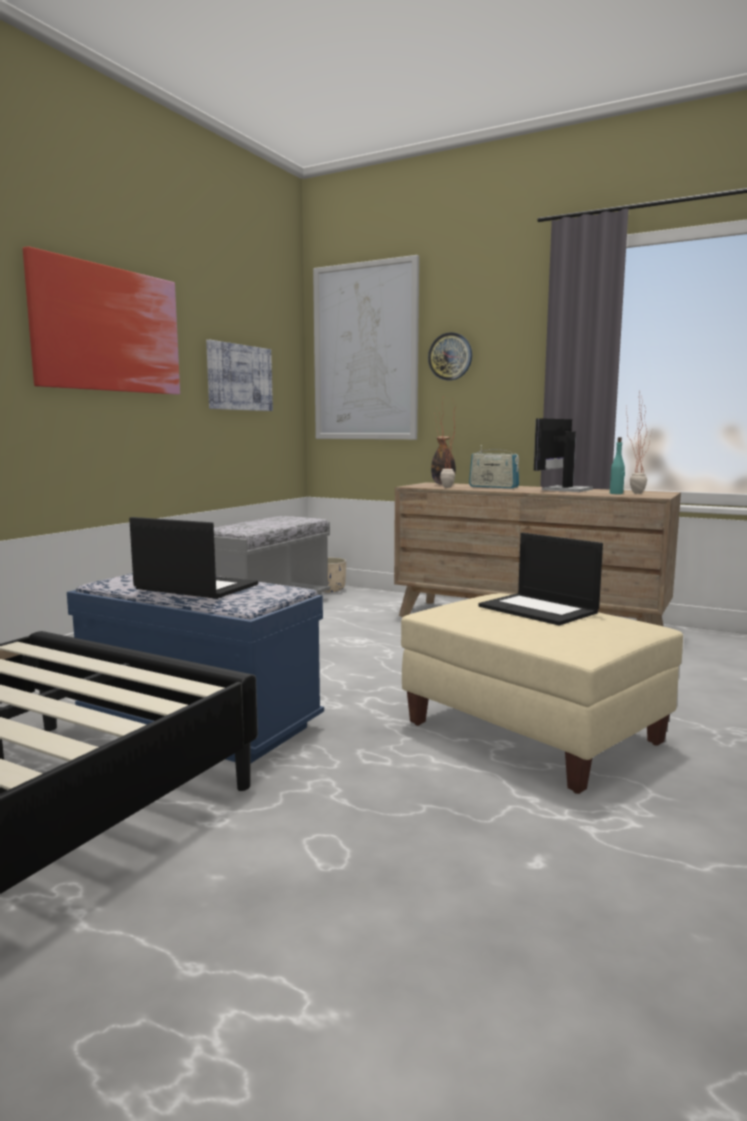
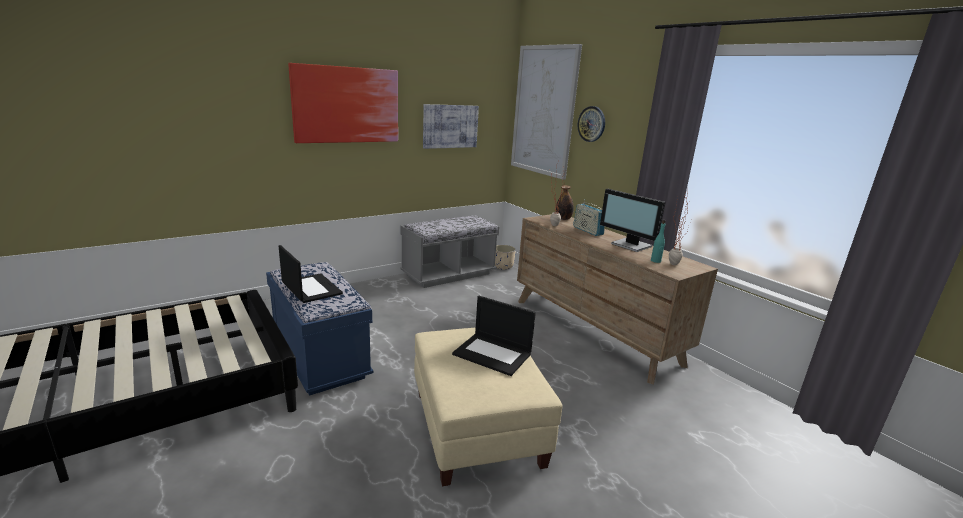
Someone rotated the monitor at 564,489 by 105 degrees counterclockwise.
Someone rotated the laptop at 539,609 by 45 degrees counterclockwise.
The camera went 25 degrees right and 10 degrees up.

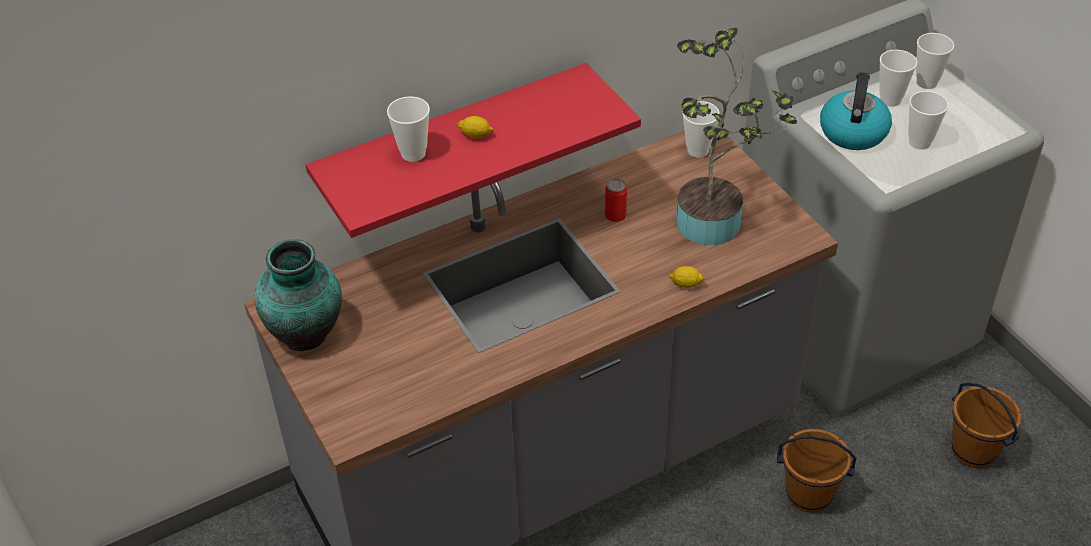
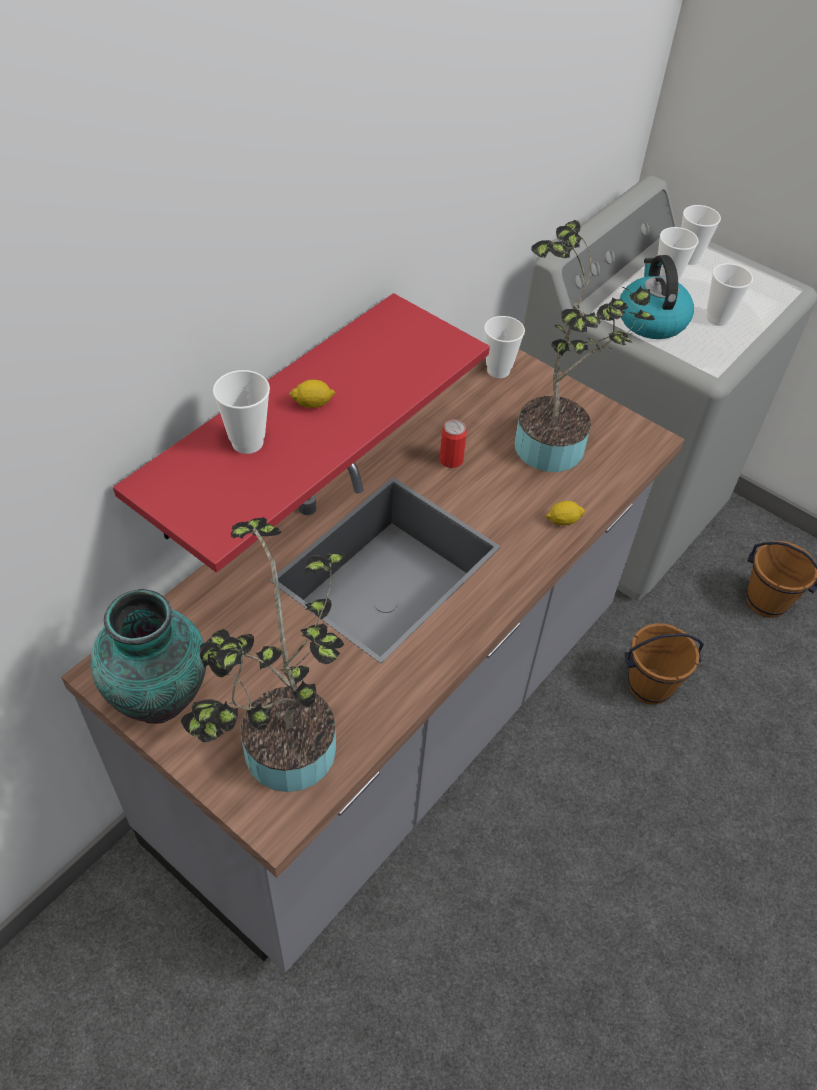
Someone put down the potted plant at 283,758.
The camera went 25 degrees left and 5 degrees up.

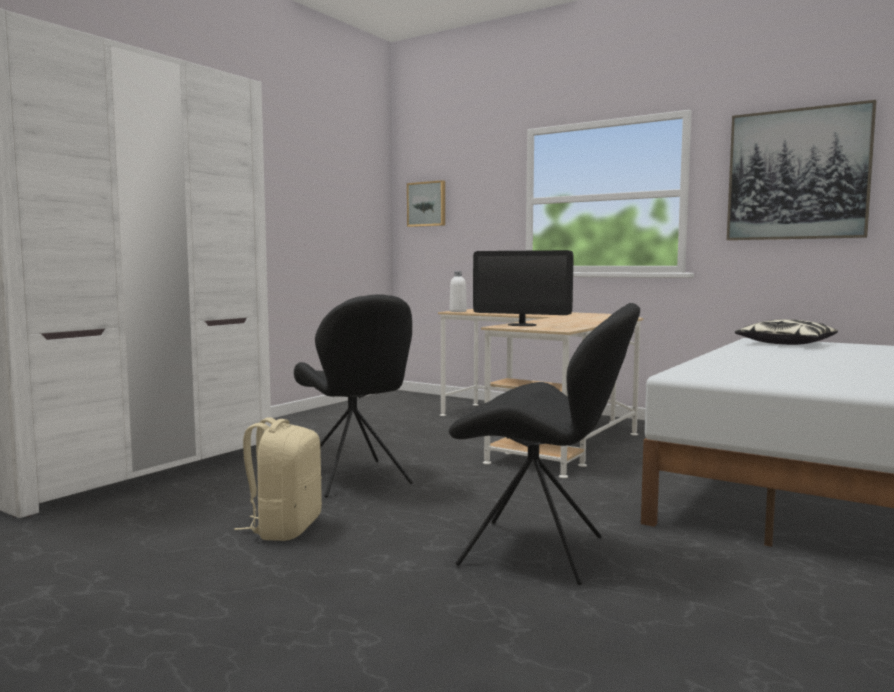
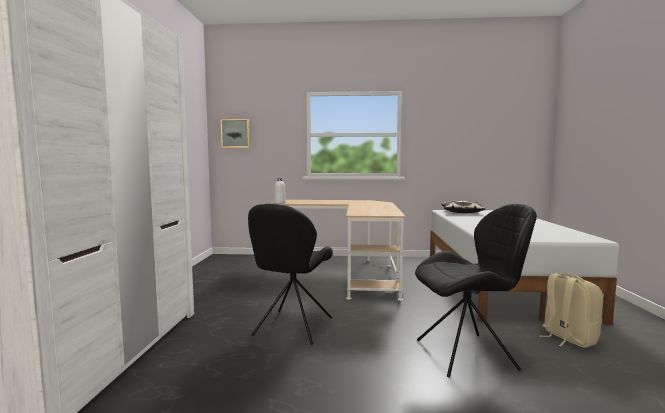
Someone took away the picture at 797,174.
Someone took away the monitor at 522,325.
Someone rotated the black chair at 355,480 by 75 degrees clockwise.
Someone carried the beige backpack from 284,528 to 568,338.
The camera went 30 degrees left and 0 degrees up.

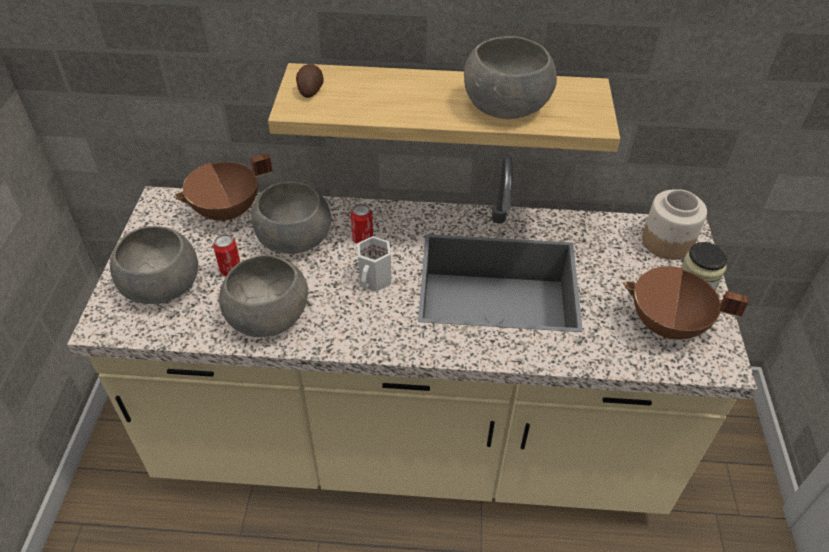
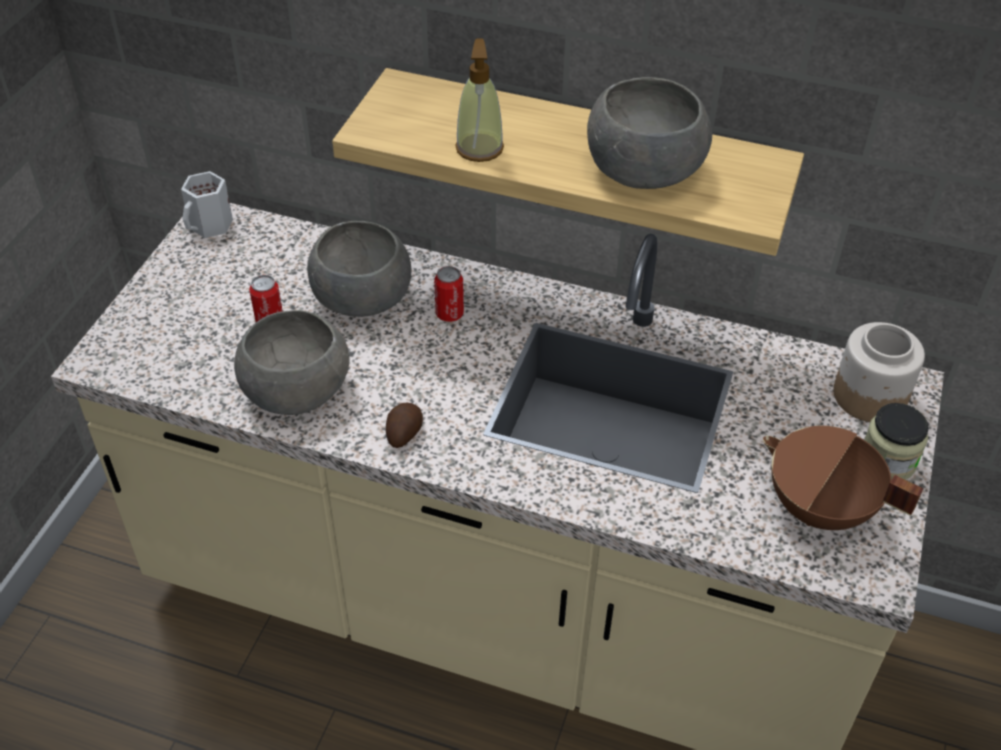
Someone carried the potato from 310,90 to 403,433.
Someone took away the brown cooking pot at 227,212.
Someone took away the grey bowl at 160,286.
Someone carried the white mug from 375,280 to 211,225.
Someone put down the soap dispenser at 479,148.
The camera went 15 degrees right and 0 degrees up.

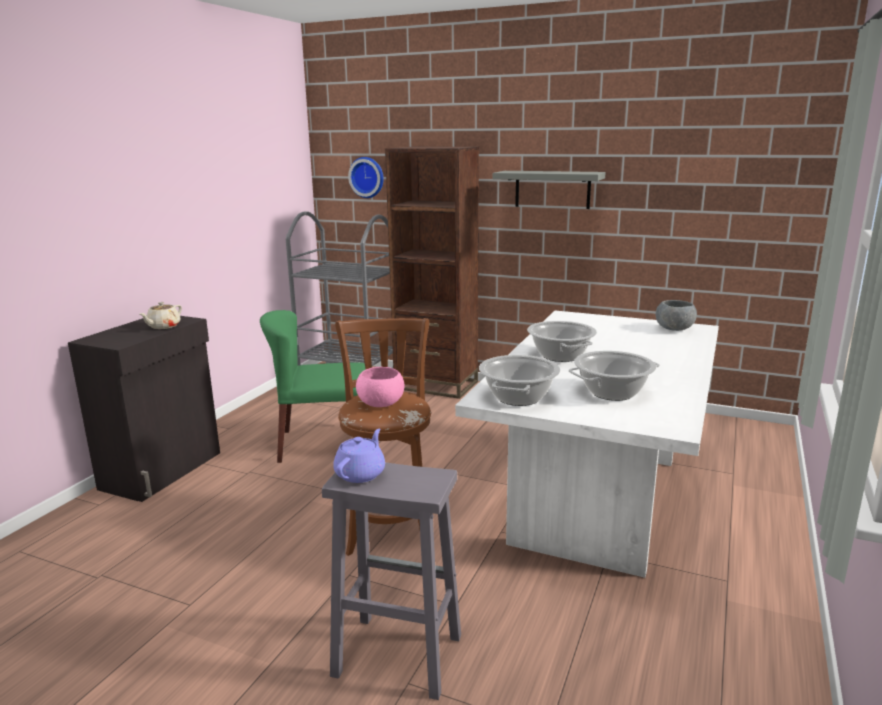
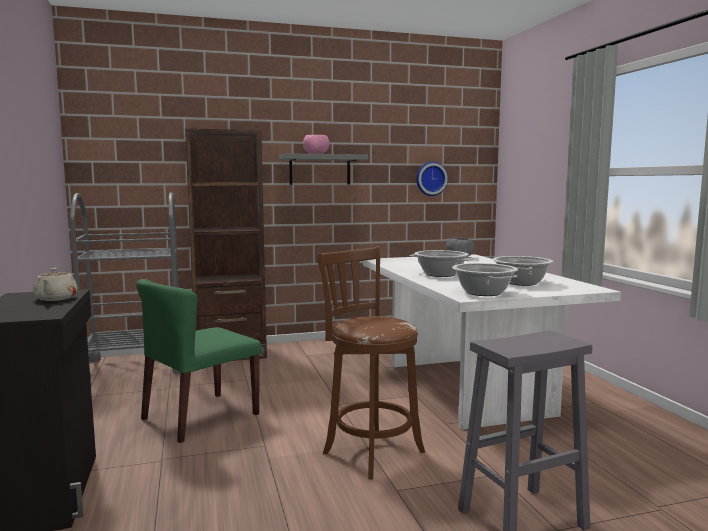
Someone carried the wall clock from 367,177 to 430,178.
Someone carried the pink bowl from 380,403 to 316,154.
Someone took away the purple teapot at 361,473.
The camera went 40 degrees left and 10 degrees down.

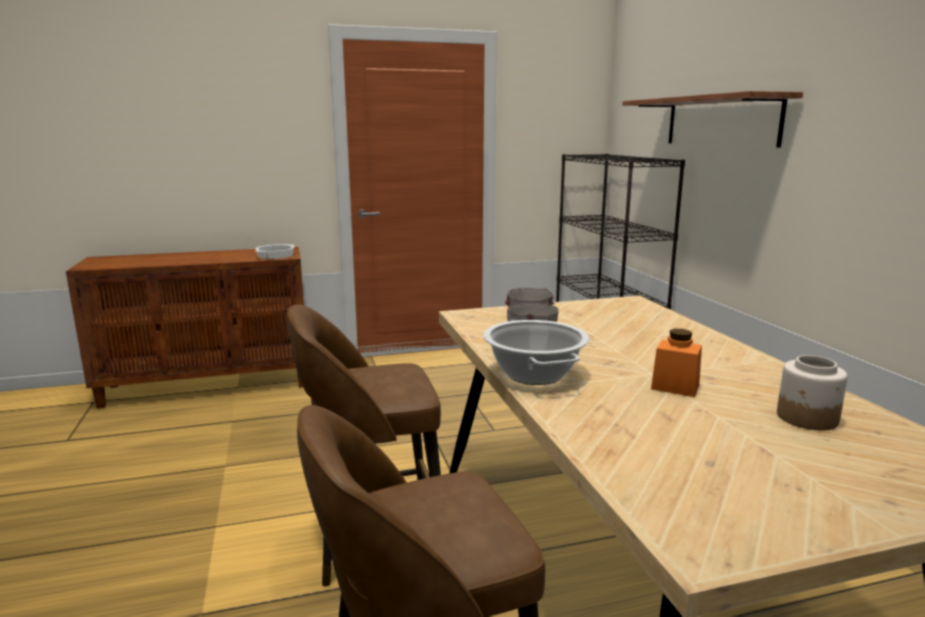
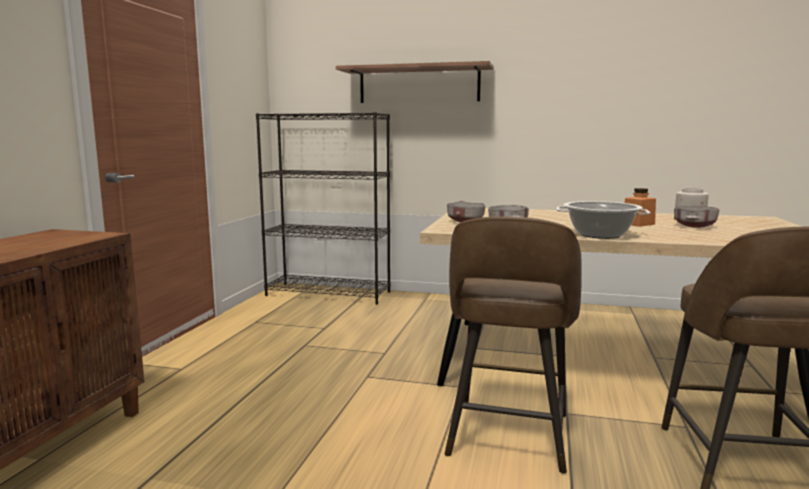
Someone took away the cooking pot at 275,255.
Someone put down the grey bowl at 694,226.
The camera went 60 degrees left and 5 degrees down.

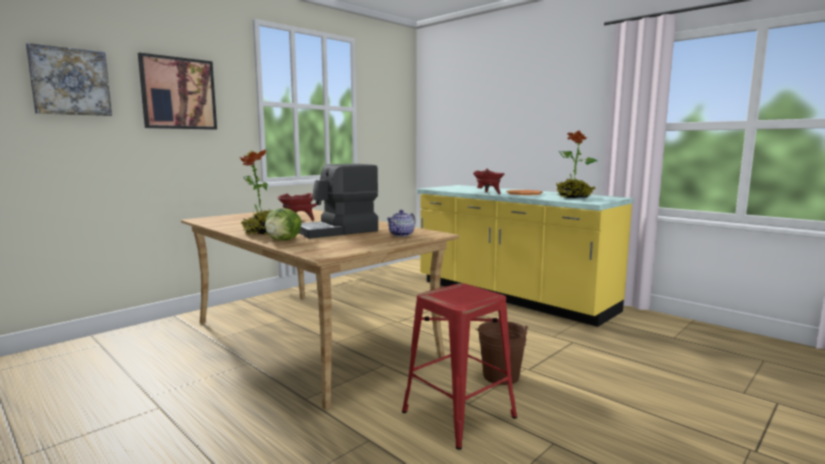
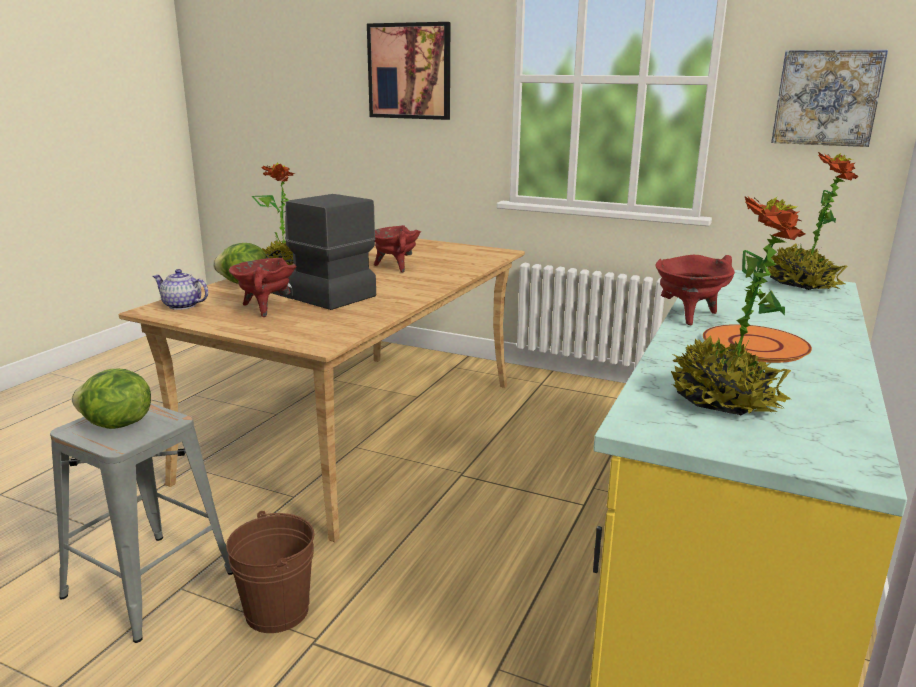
Someone carried the picture from 70,82 to 826,98.
Someone carried the teapot from 402,234 to 182,306.
Someone repainted the red stool at 459,414, which became the grey stool at 148,585.
Someone put down the potted plant at 801,285.
Someone put down the red cooking pot at 265,308.
Someone put down the lettuce at 116,425.
The camera went 70 degrees right and 10 degrees up.

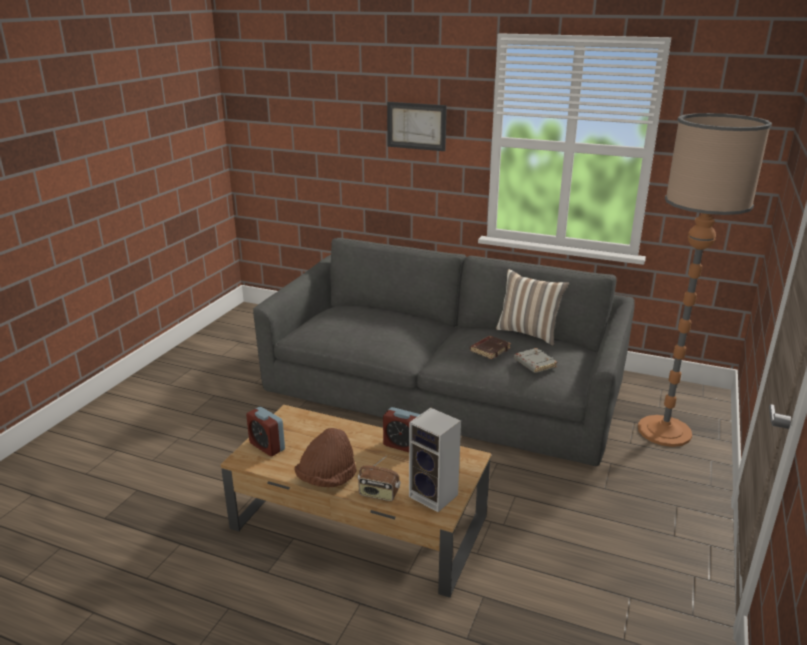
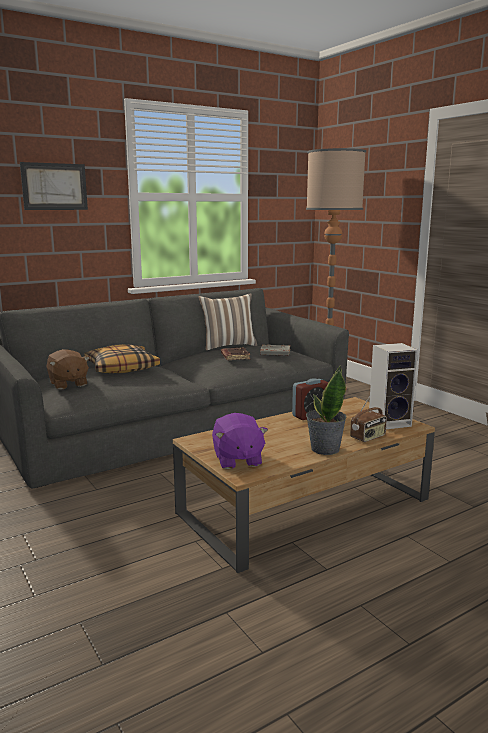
Someone swapped the alarm clock at 267,446 for the purple plush toy at 237,460.
Someone swapped the brown hat at 327,479 for the potted plant at 324,449.
Someone put down the pillow at 121,368.
Someone put down the brown plush toy at 68,384.
The camera went 55 degrees left and 10 degrees down.

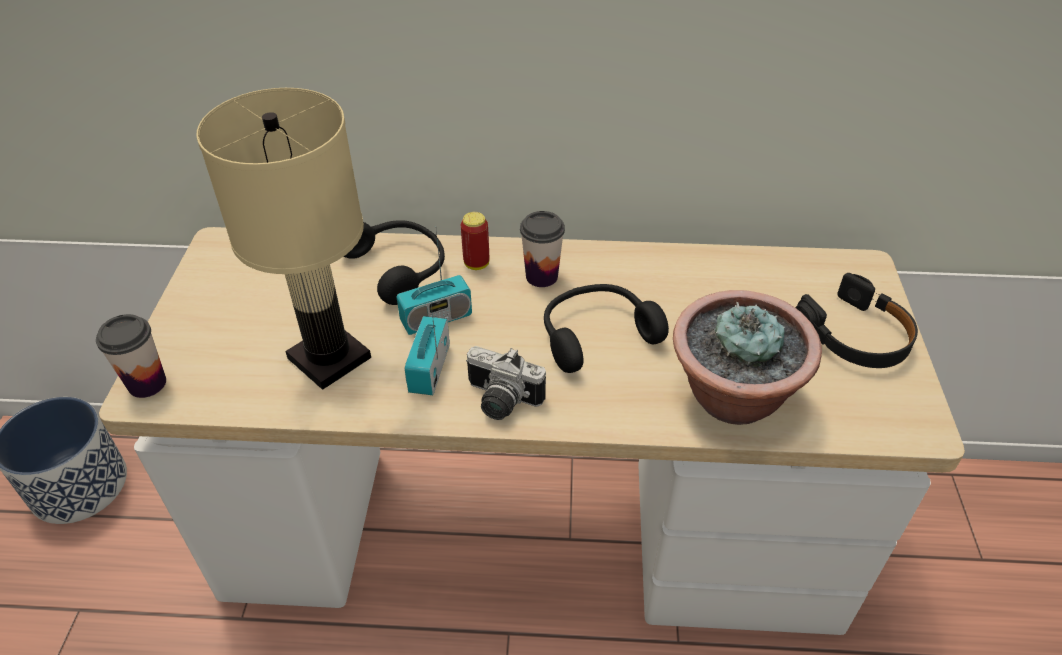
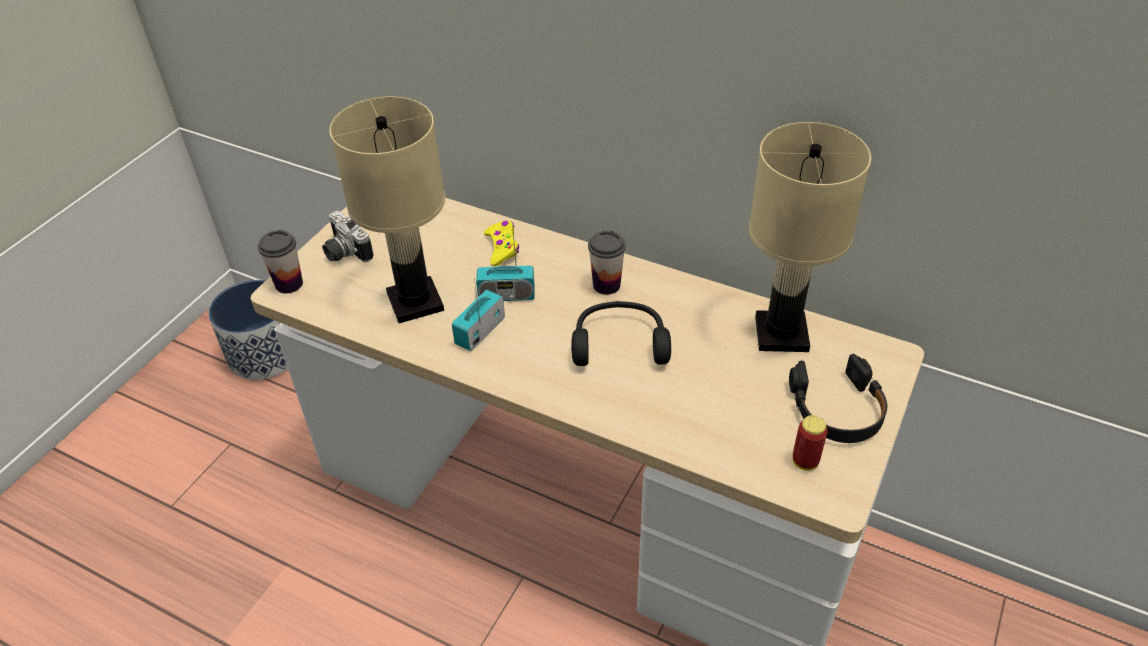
Someone carried the can from 476,264 to 805,461.
Someone swapped the black headphones at 399,267 for the yellow game controller at 502,247.
Someone took away the potted plant at 732,398.
Someone carried the photo camera from 500,401 to 344,252.
Someone put down the beige table lamp at 782,333.
The camera went 25 degrees right and 0 degrees up.

